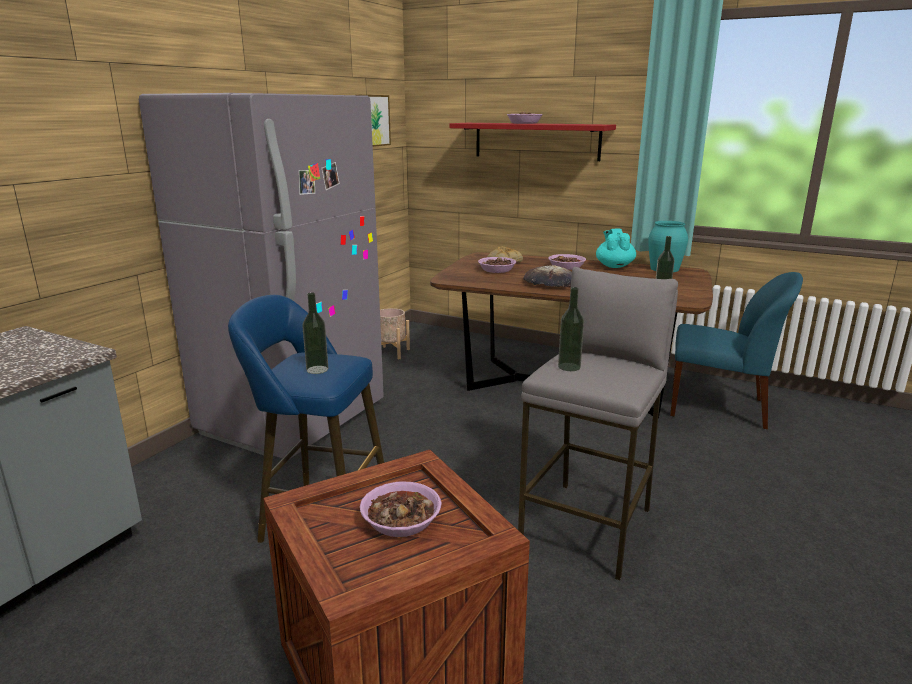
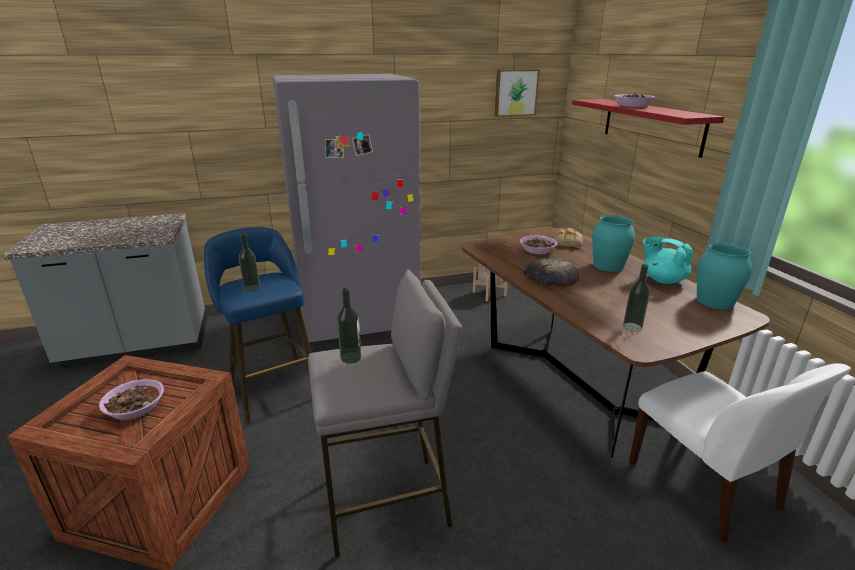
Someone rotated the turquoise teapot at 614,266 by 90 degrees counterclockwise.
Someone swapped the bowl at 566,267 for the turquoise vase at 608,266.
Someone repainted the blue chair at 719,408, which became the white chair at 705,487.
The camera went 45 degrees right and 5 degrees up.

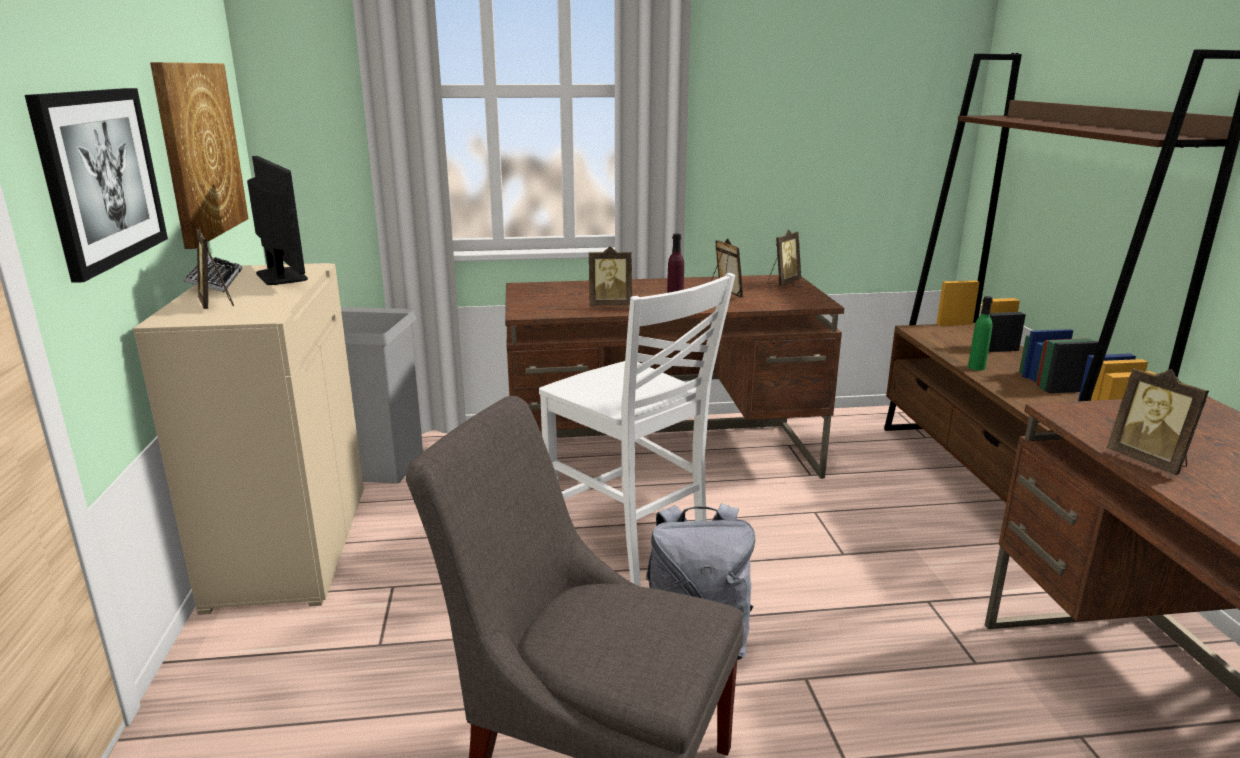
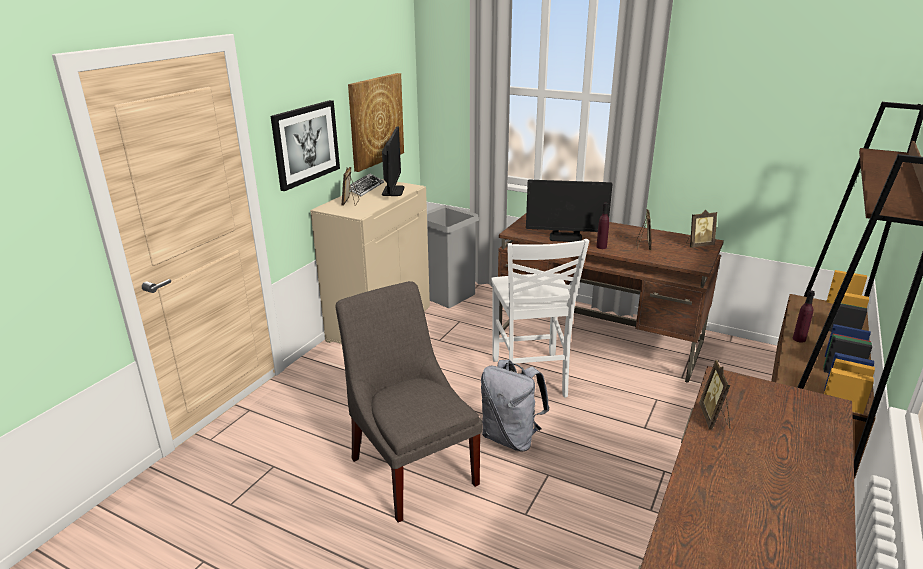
Someone swapped the picture frame at 610,305 for the monitor at 565,237.
Someone repainted the green bottle at 976,367, which became the purple bottle at 799,339.
The camera went 35 degrees right and 5 degrees up.

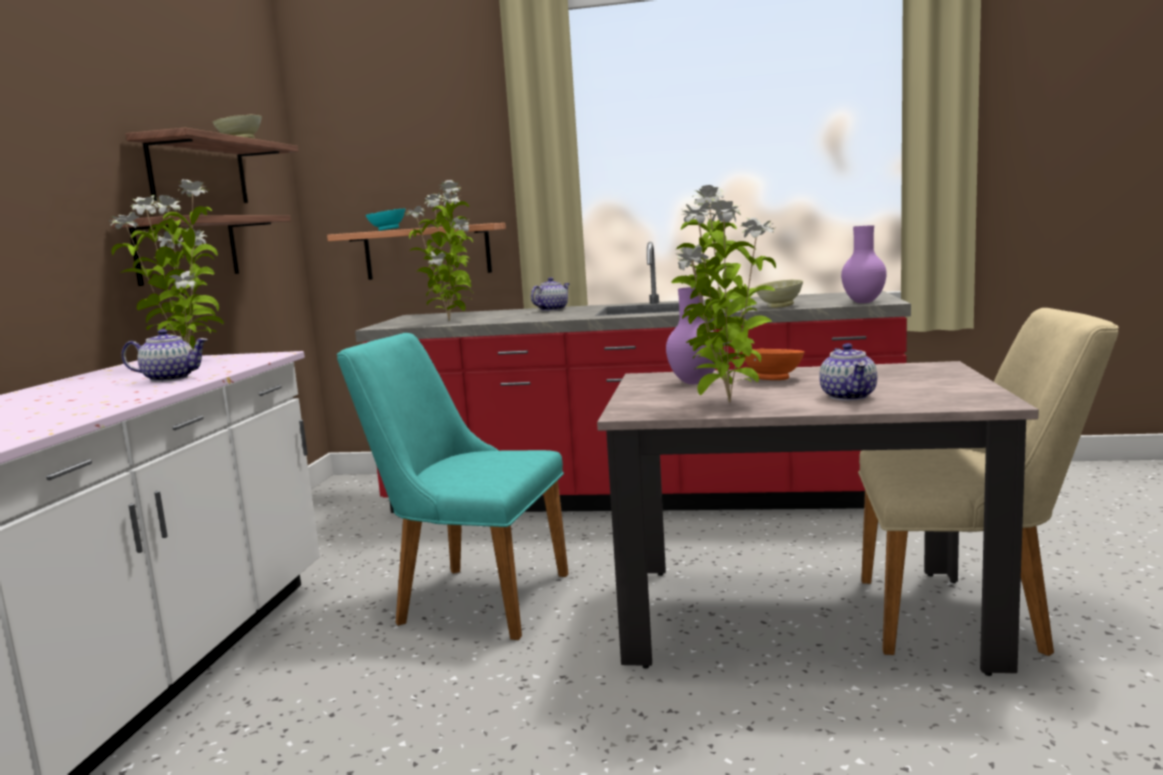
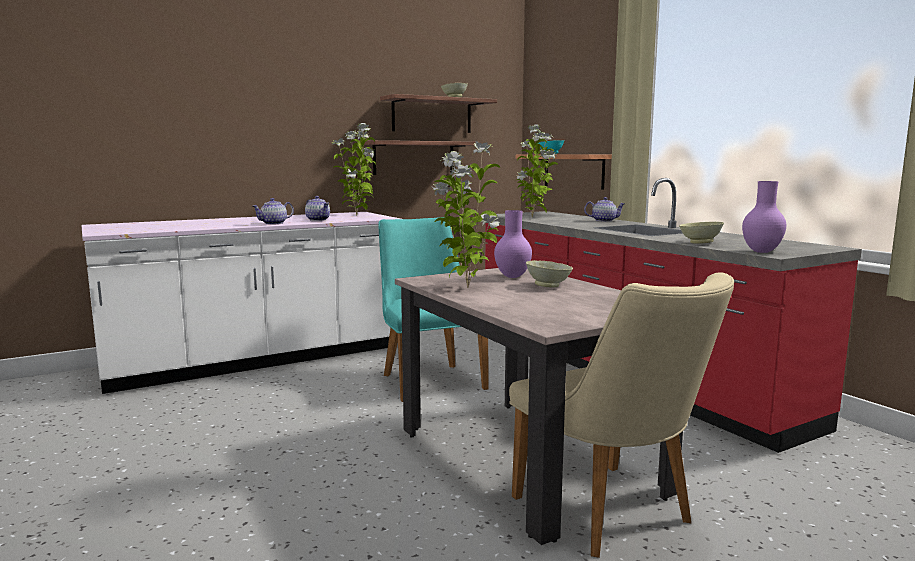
Someone carried the teapot from 849,396 to 273,223.
Someone repainted the orange bowl at 774,379, which became the beige bowl at 549,286.
The camera went 50 degrees right and 0 degrees up.

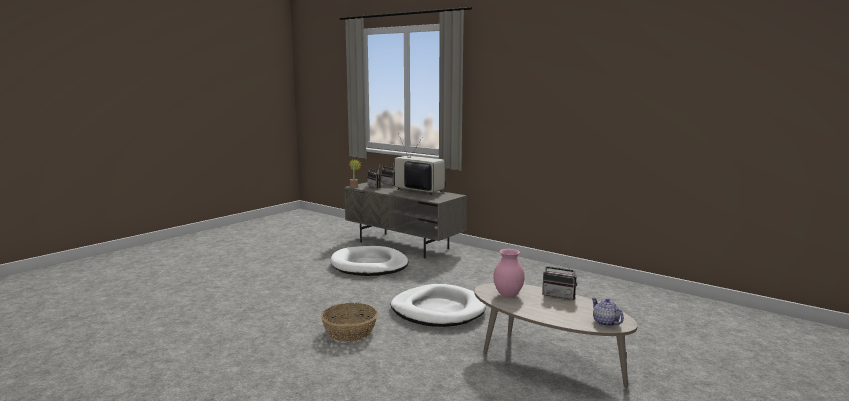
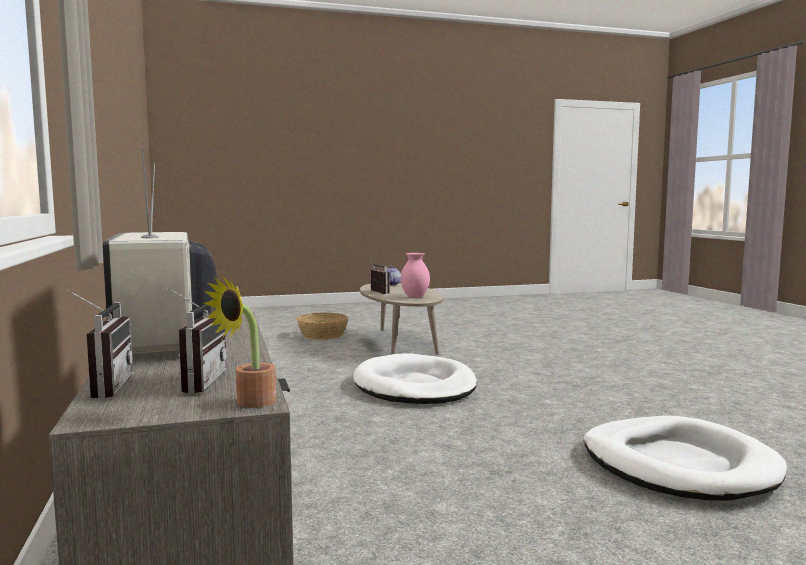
Someone carried the white dog bed from 369,265 to 678,465.
Someone carried the basket from 350,332 to 322,335.
The camera went 145 degrees left and 5 degrees down.

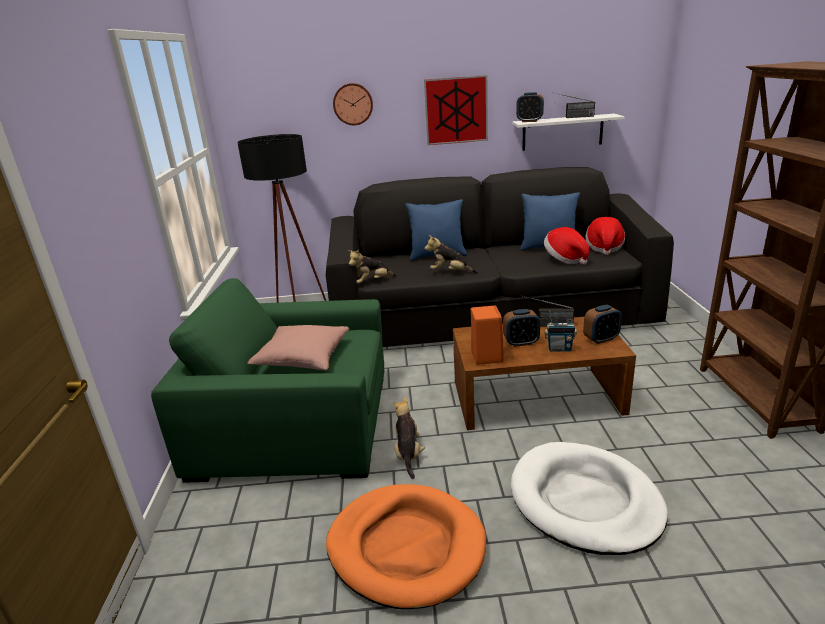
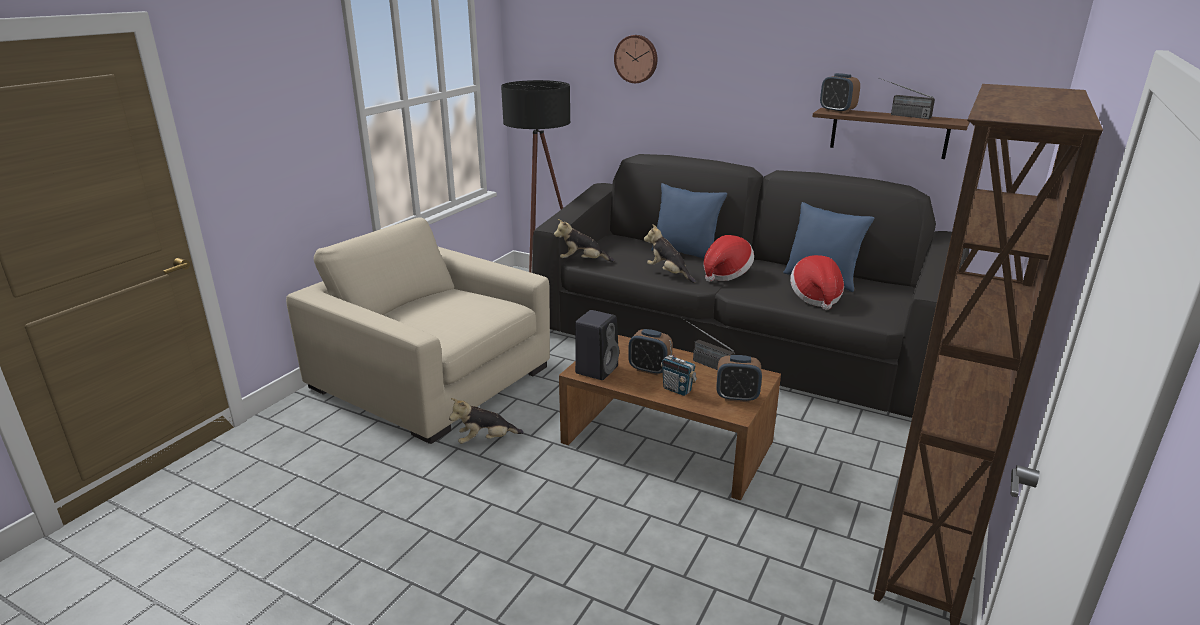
Someone took away the picture at 456,110.
Someone repainted the white shelf at 562,132, which became the brown shelf at 889,133.
Someone carried the hat from 604,247 to 726,274.
Someone repainted the green armchair at 296,424, which became the beige armchair at 432,377.
Someone repainted the orange speaker at 486,356, which became the black speaker at 597,369.
Someone took away the pink pillow at 303,358.
Someone rotated the plush toy at 408,454 by 135 degrees counterclockwise.
Someone took away the white dog bed at 585,501.
Someone took away the orange dog bed at 406,547.
The camera went 30 degrees right and 0 degrees up.

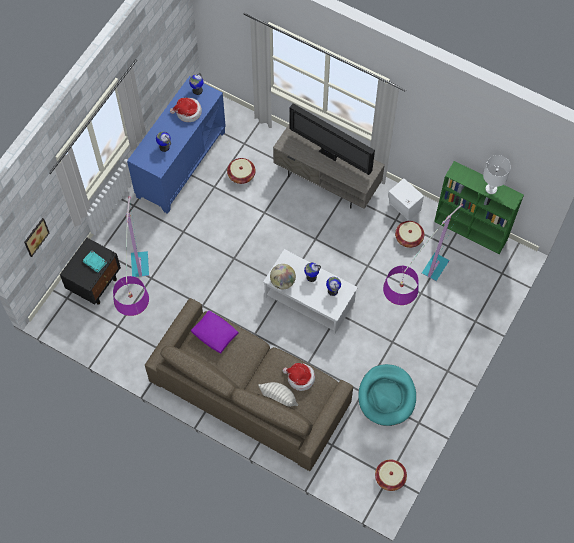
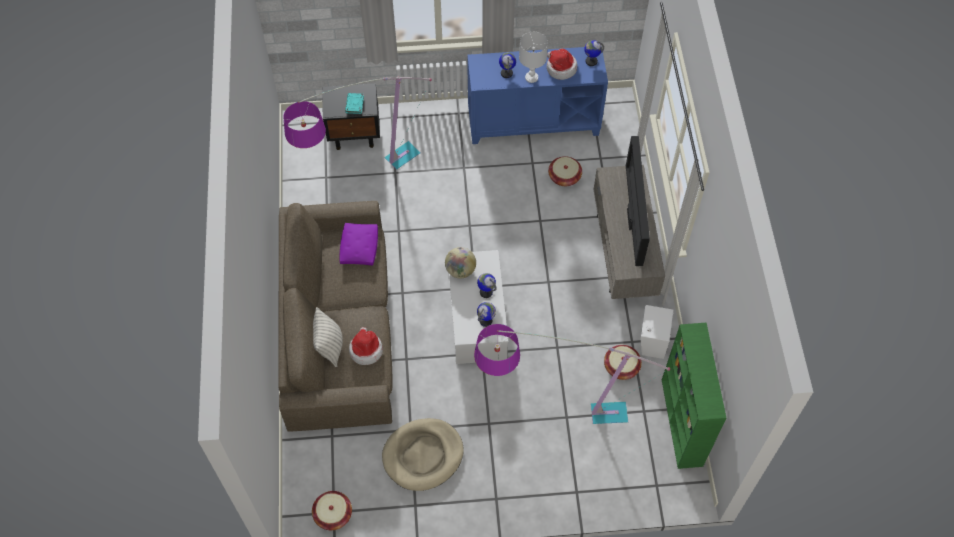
Someone carried the white table lamp from 491,189 to 531,78.
Someone took away the picture at 35,236.
Someone repainted the turquoise dog bed at 387,396, which became the beige dog bed at 423,455.
The camera went 55 degrees right and 5 degrees down.

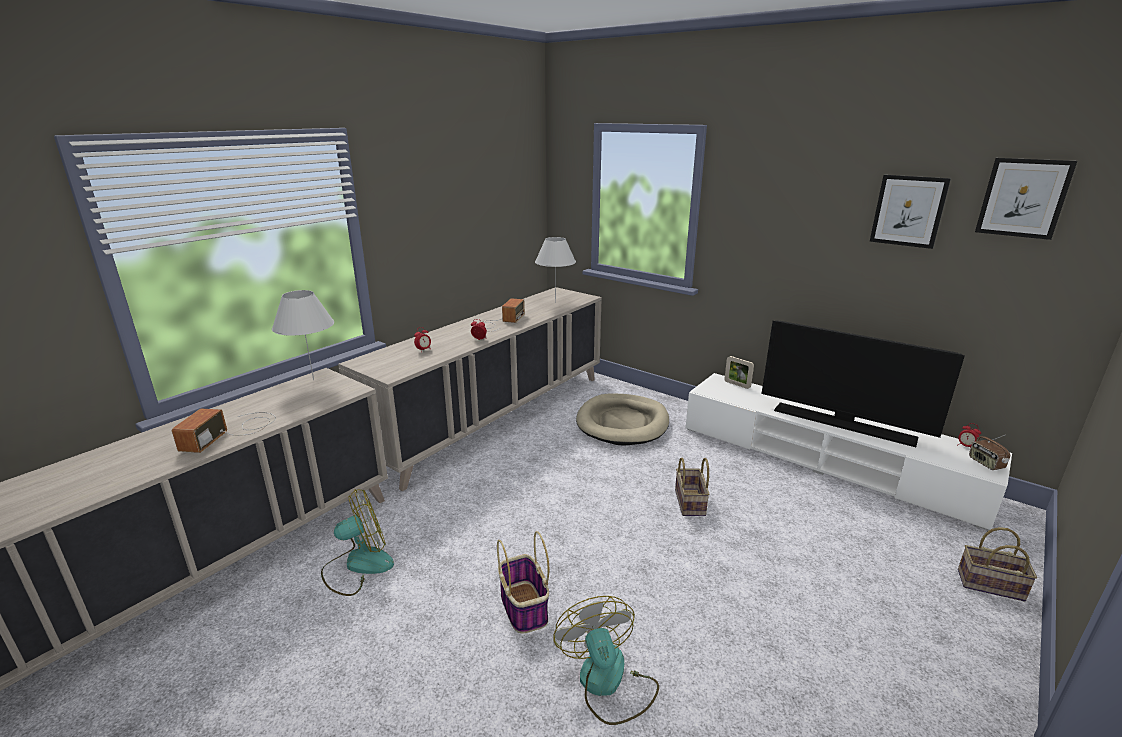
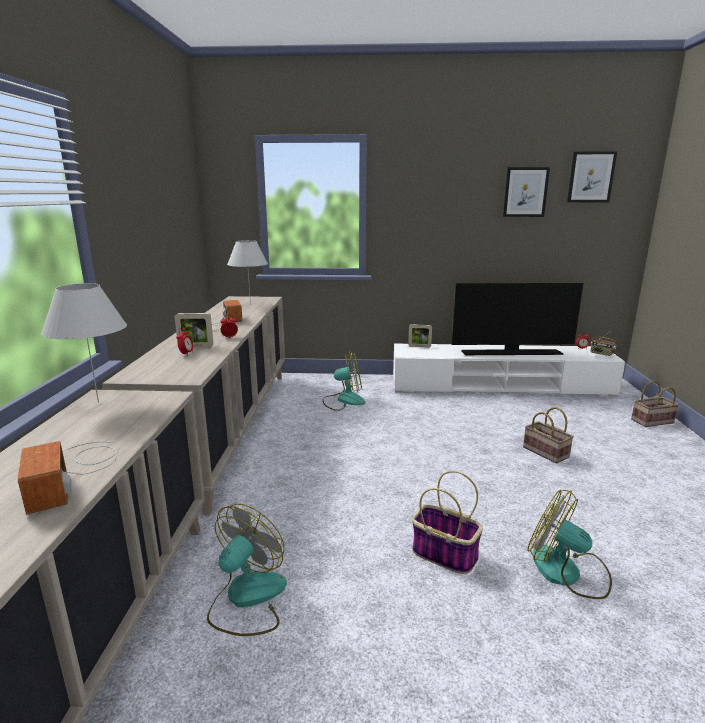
Someone swapped the beige dog bed at 623,423 for the fan at 344,400.
Someone carried the basket from 691,503 to 547,452.
Someone put down the picture frame at 196,347.
The camera went 35 degrees left and 5 degrees down.

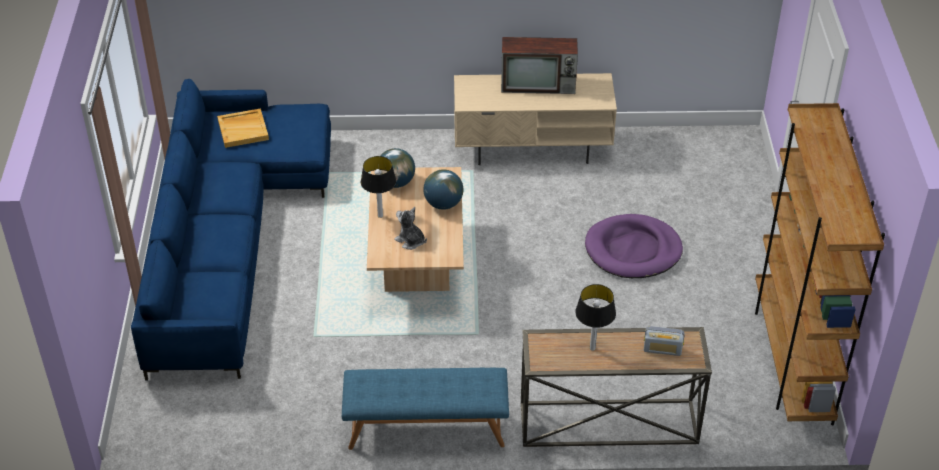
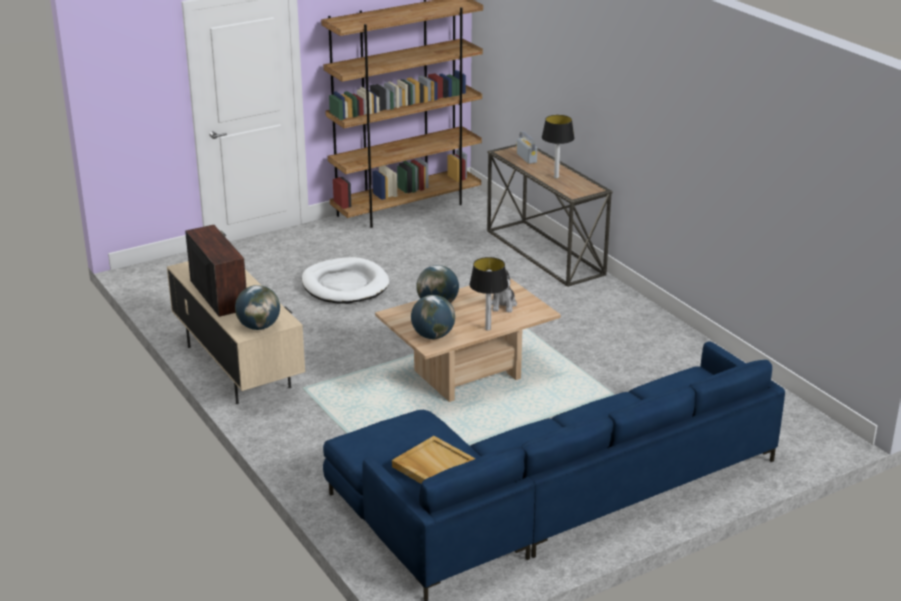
Someone repainted the purple dog bed at 633,250, which became the white dog bed at 345,285.
Someone took away the blue bench at 426,428.
Someone put down the globe at 258,326.
The camera went 120 degrees left and 15 degrees down.

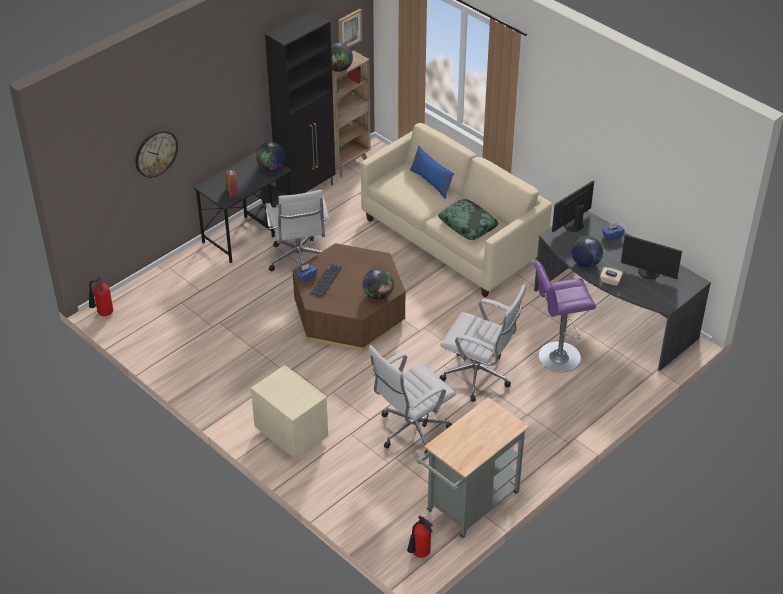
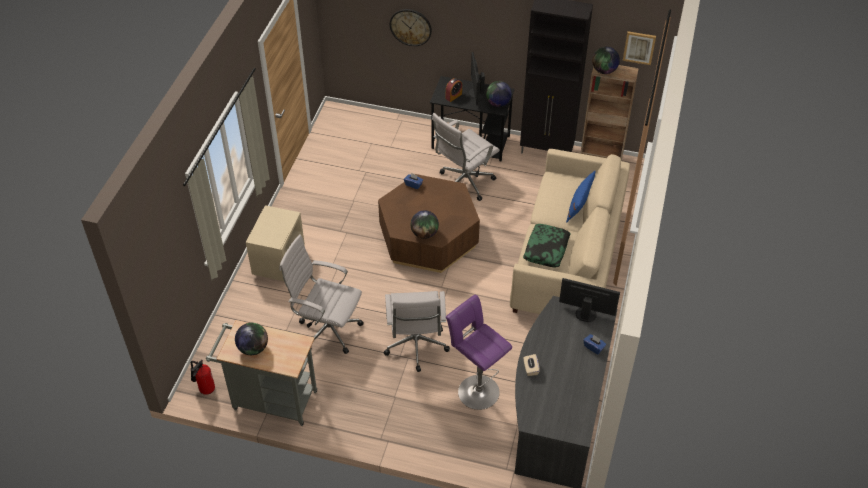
Someone carried the monitor from 648,273 to 476,93.
Someone carried the globe from 585,263 to 253,348.
Someone took away the keyboard at 326,281.
Someone took away the fire extinguisher at 103,314.
The camera went 60 degrees right and 5 degrees up.

